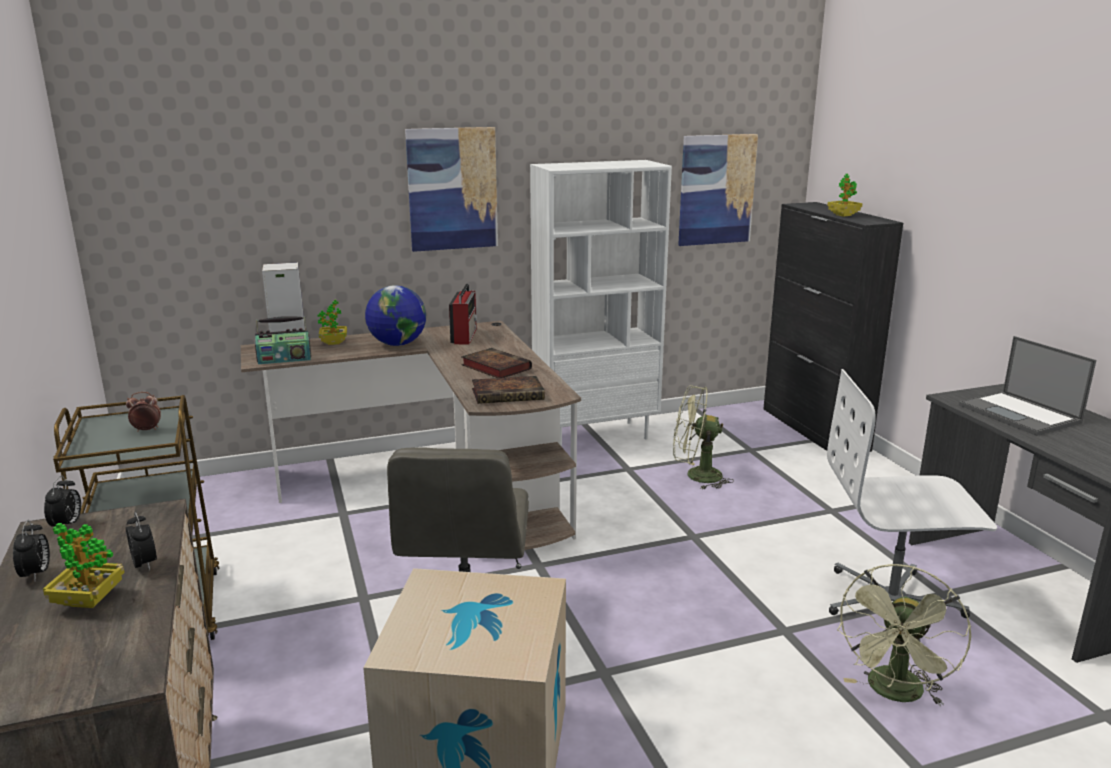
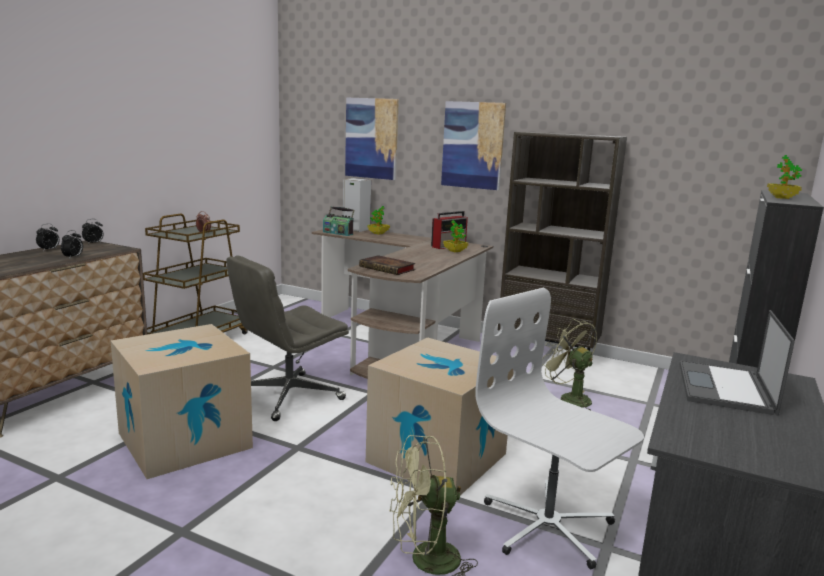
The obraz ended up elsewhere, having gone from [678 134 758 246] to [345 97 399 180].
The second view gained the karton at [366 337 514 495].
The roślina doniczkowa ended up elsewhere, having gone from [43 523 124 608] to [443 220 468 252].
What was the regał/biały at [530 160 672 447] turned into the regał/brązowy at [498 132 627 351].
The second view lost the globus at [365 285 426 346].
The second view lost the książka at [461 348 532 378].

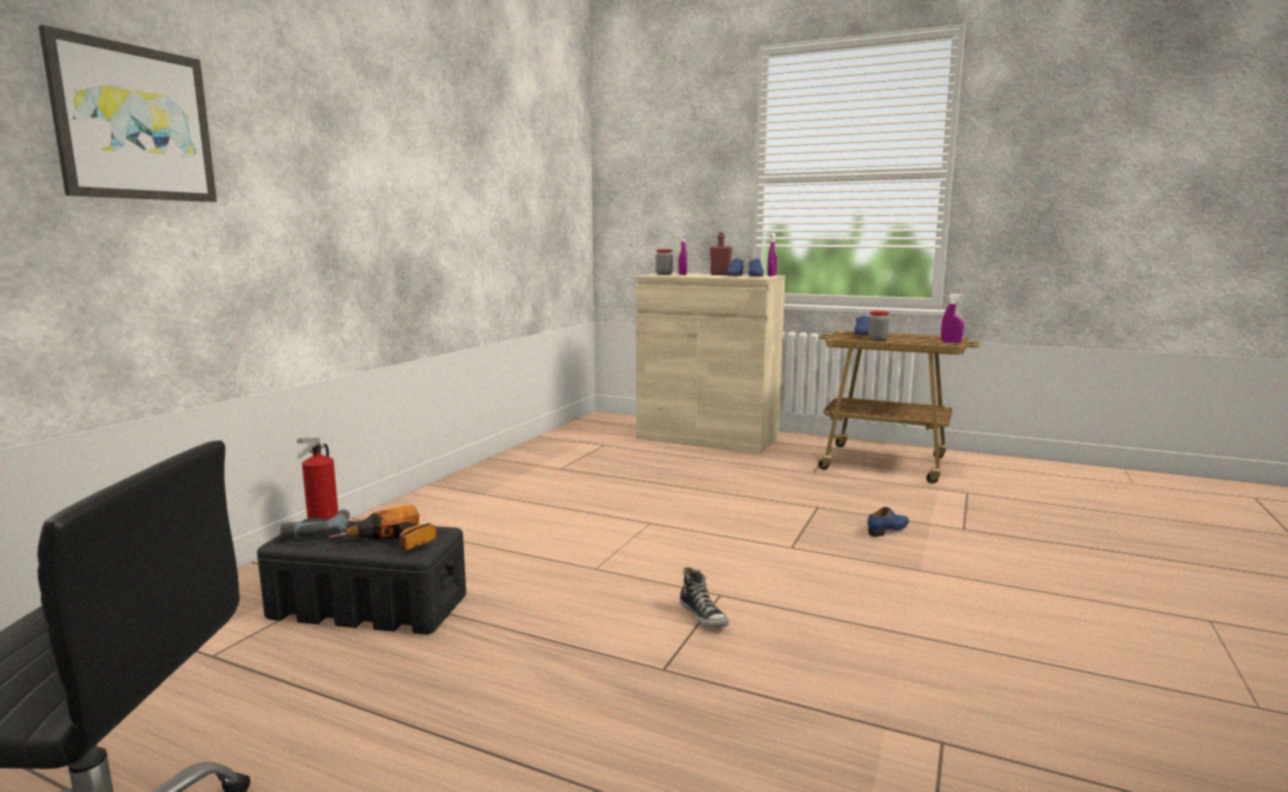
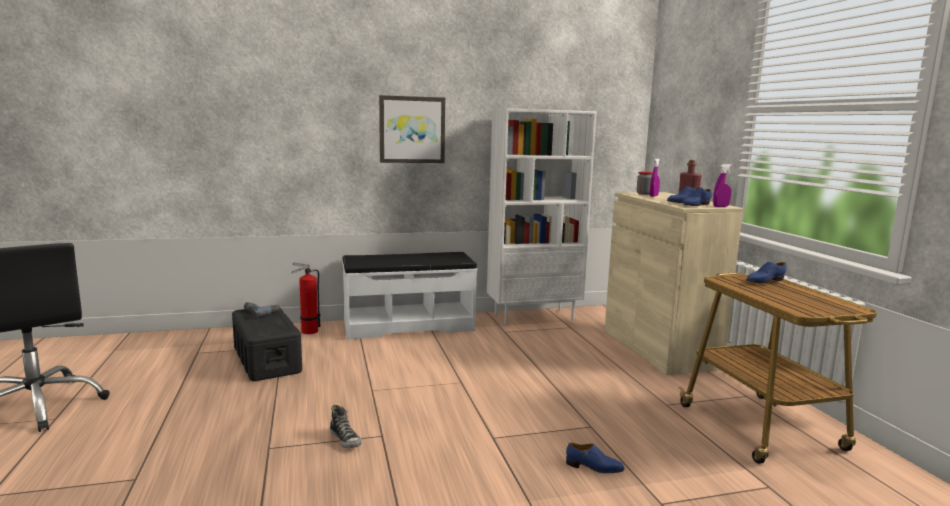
The but at [680 567 729 628] ended up facing another way, 60 degrees counterclockwise from before.
The second view gained the ławka/biały at [342 252 477 340].
The obraz ended up elsewhere, having gone from [39 25 217 202] to [379 95 445 163].
The second view gained the regał/biały at [487 108 597 325].
The second view lost the wiertarka at [329 505 437 551].
The second view lost the słoik at [868 311 889 341].
The second view lost the spryskiwacz/fioletowy at [941 294 964 343].

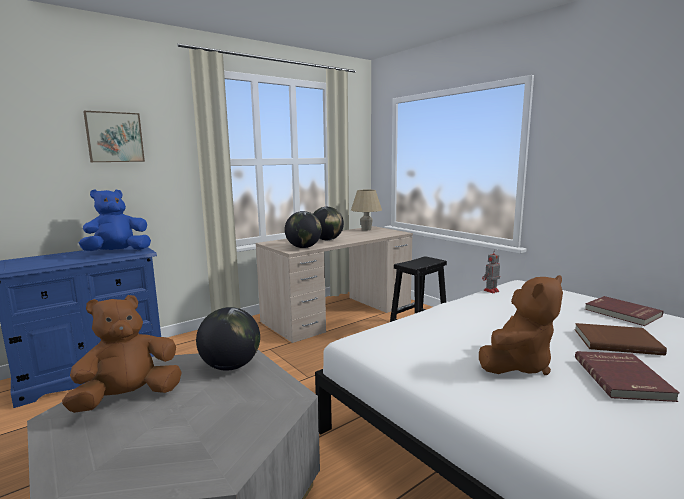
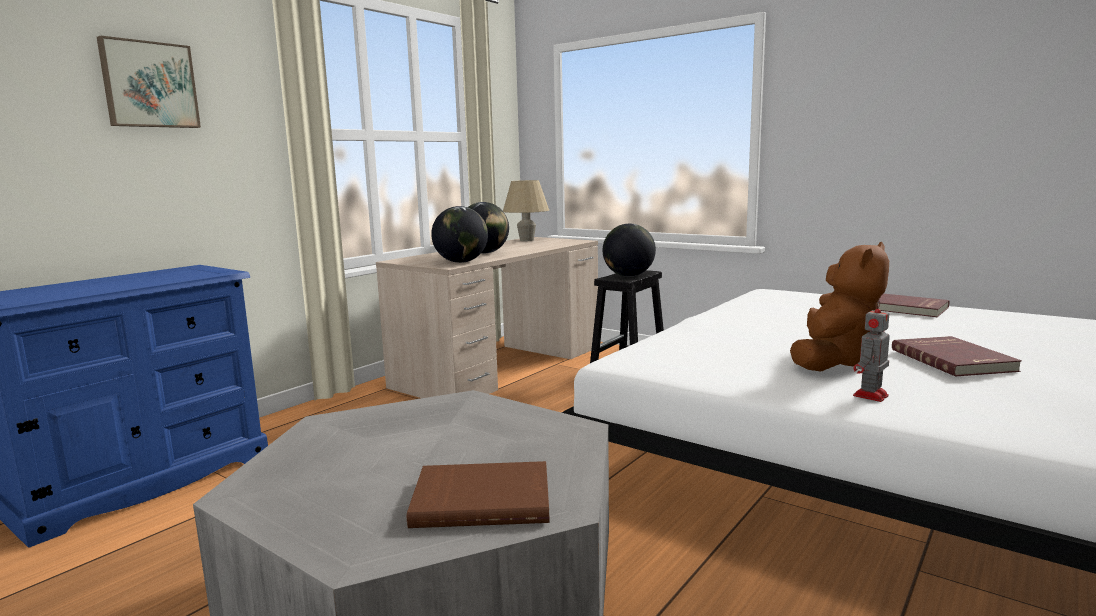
The książka/brązowy ended up elsewhere, having gone from [575 323 667 355] to [407 461 549 528].
The globus ended up elsewhere, having gone from [196 307 260 371] to [603 224 656 277].
The robot zabawkowy ended up elsewhere, having gone from [482 250 500 293] to [853 300 890 402].
The second view lost the pluszak/brązowy at [62 295 182 413].
The second view lost the pluszak/niebieski at [78 190 151 251].

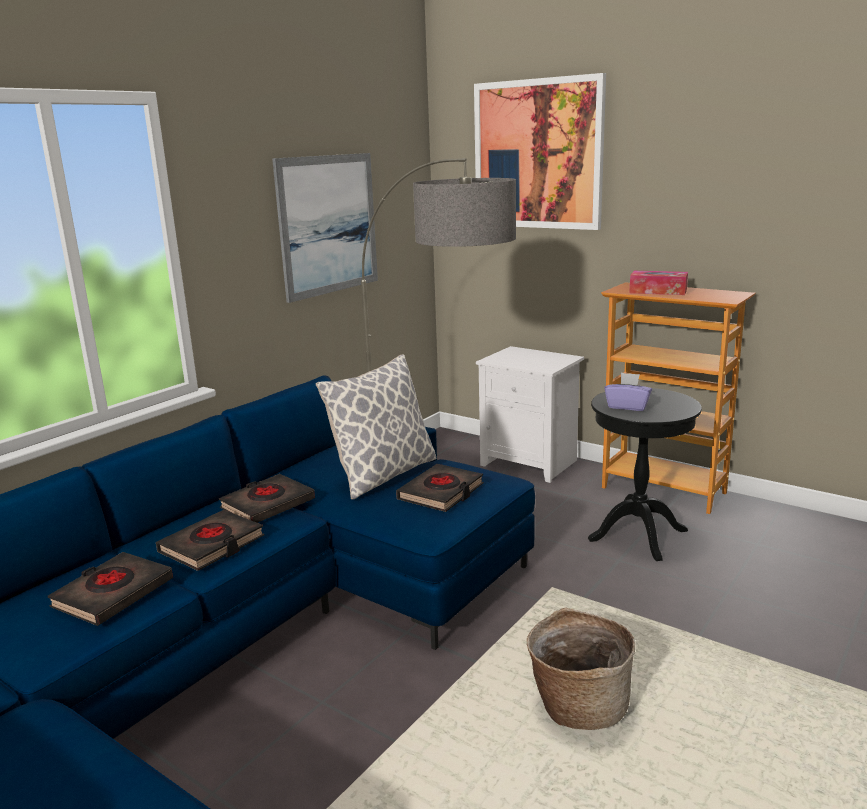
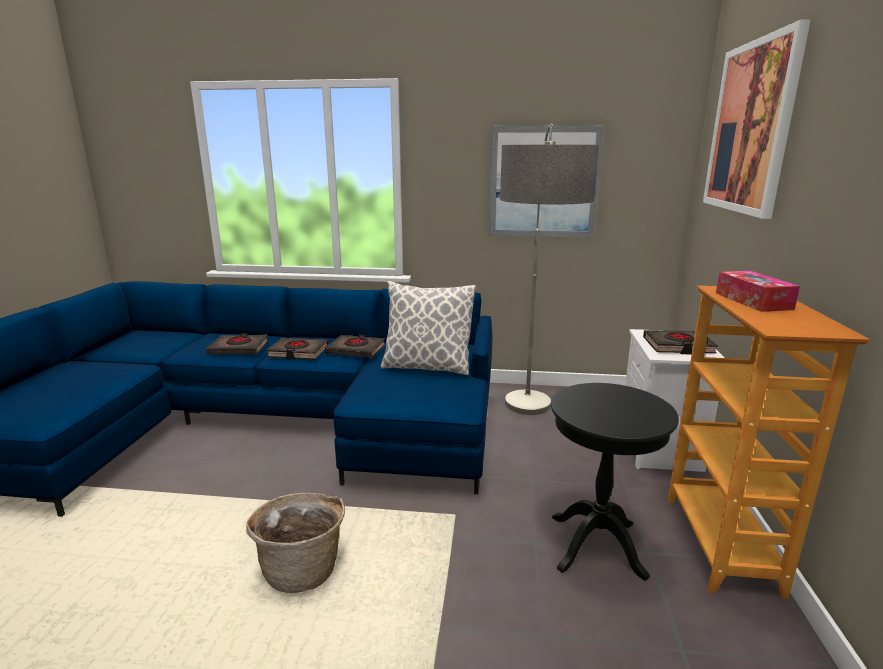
The książka/czarny ended up elsewhere, having gone from [396 464 484 512] to [643 330 718 354].
The second view lost the pudełko chusteczek/fioletowy at [604 372 652 411].

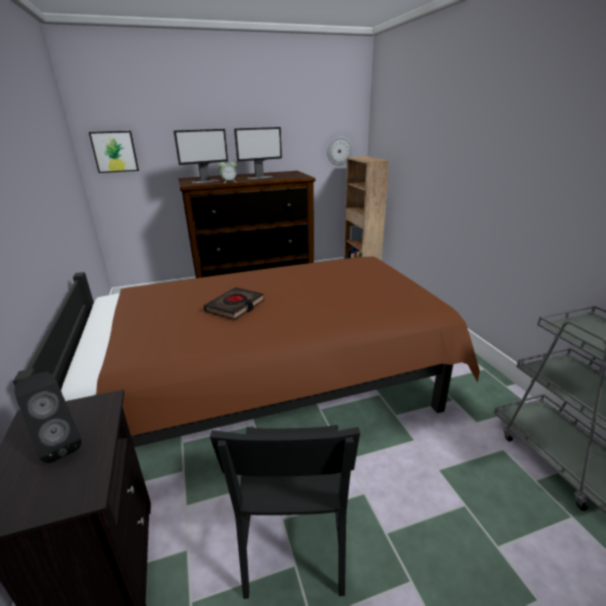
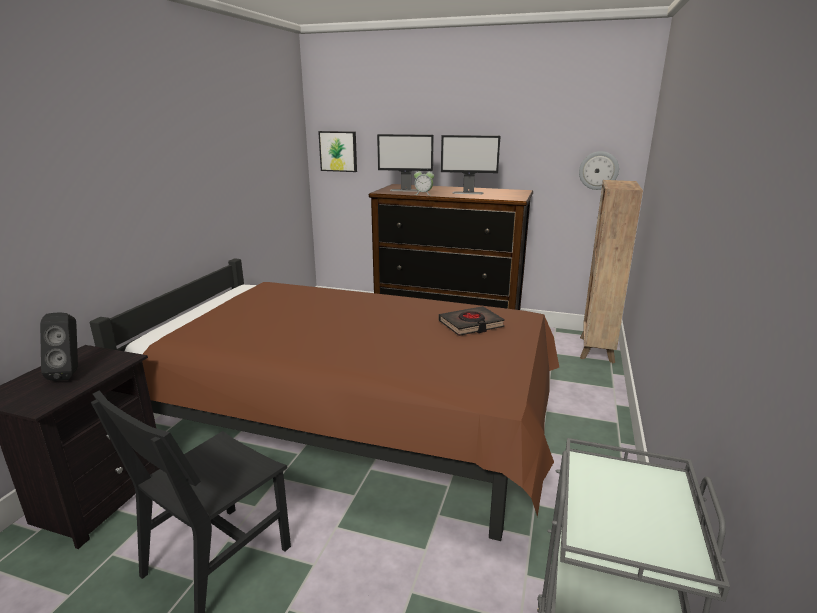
The książka/czarny ended up elsewhere, having gone from [203 287 264 320] to [438 306 505 336].

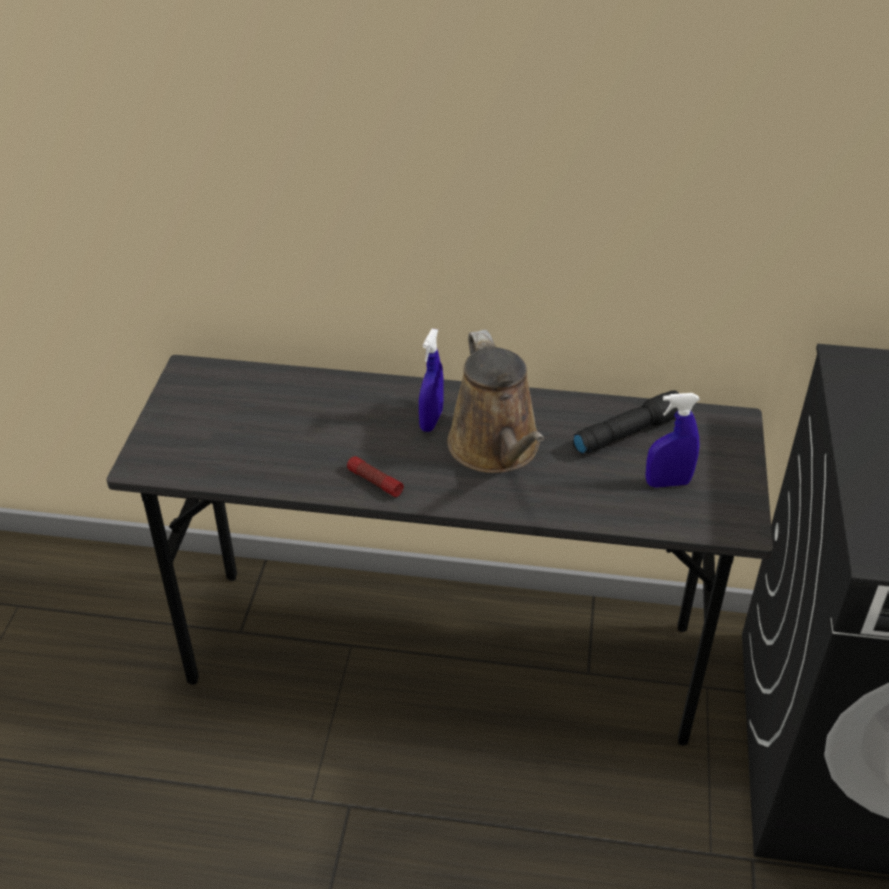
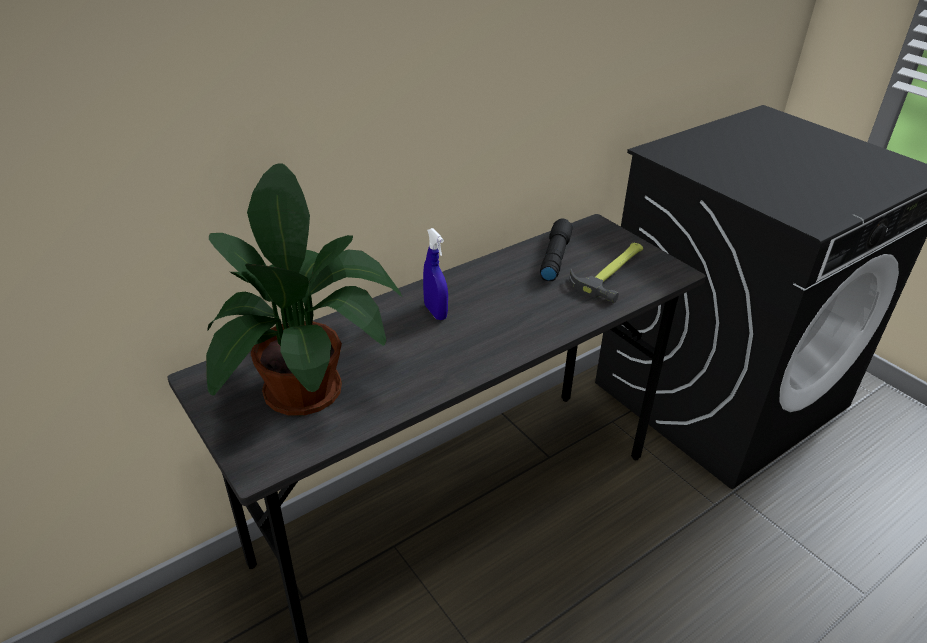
The second view gained the roślina doniczkowa at [206 163 402 416].
Where the spryskiwacz/niebieski stood at [645 393 700 488], the młotek came to stand at [569 243 643 303].
The second view lost the latarka at [347 456 404 497].
The second view lost the konewka/brązowy at [447 330 544 473].

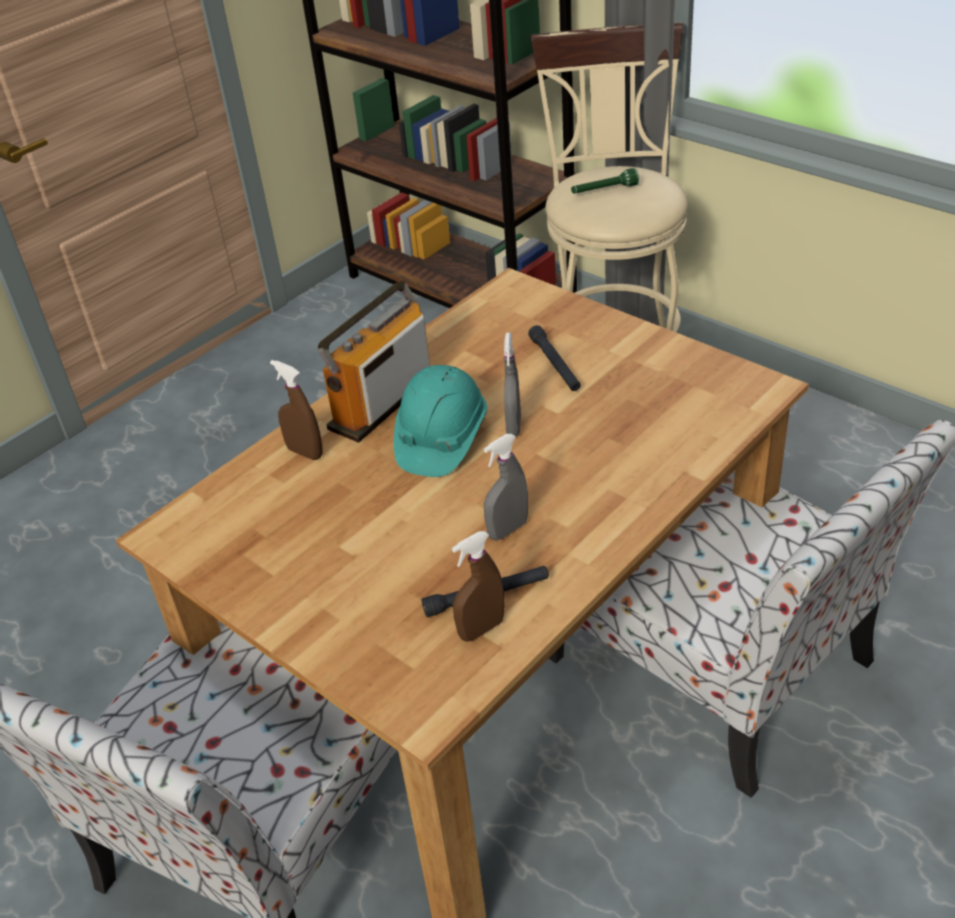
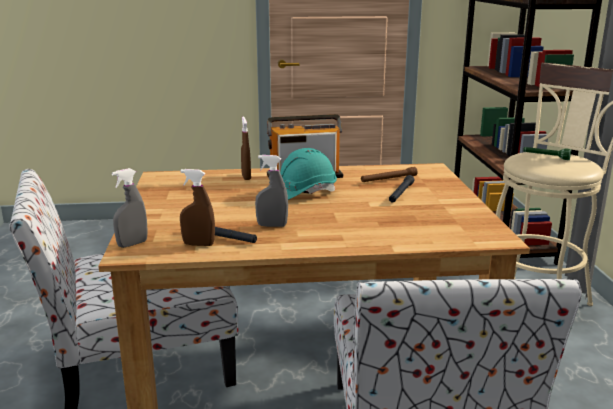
The spryskiwacz/szary ended up elsewhere, having gone from [504 333 521 436] to [112 168 148 248].
The second view gained the latarka/brązowy at [361 167 418 182].

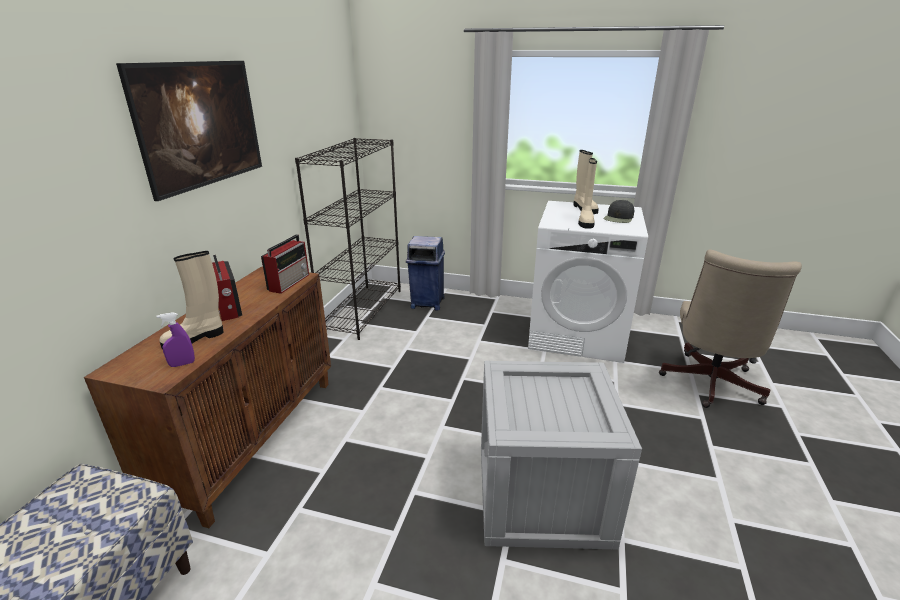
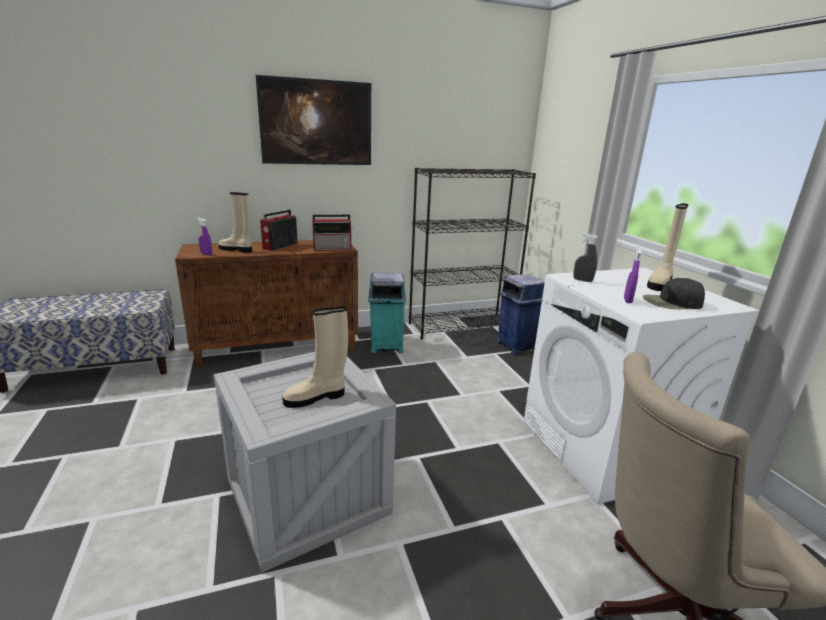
The but z cholewką/beżowy ended up elsewhere, having gone from [578 158 597 229] to [282 307 348 408].
The second view gained the kosz na śmieci/turkusowy at [368 273 406 353].
The second view gained the spryskiwacz/szary at [573 233 598 282].
The second view gained the spryskiwacz/fioletowy at [624 247 642 303].

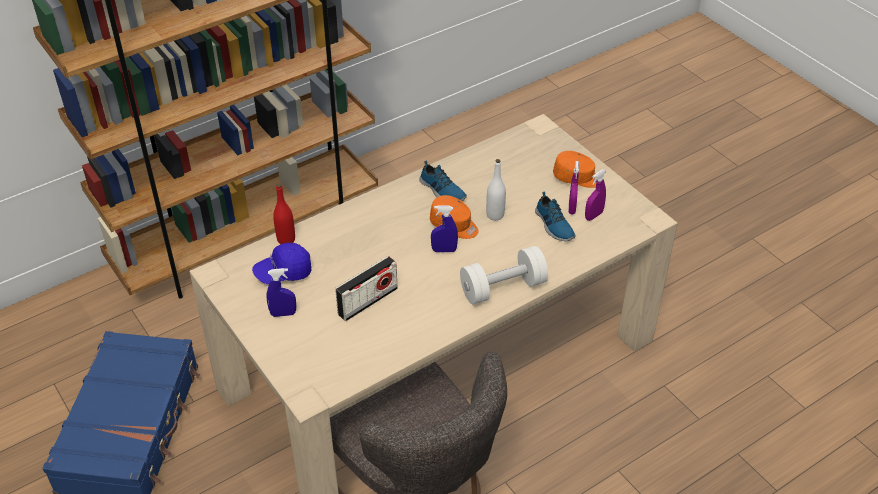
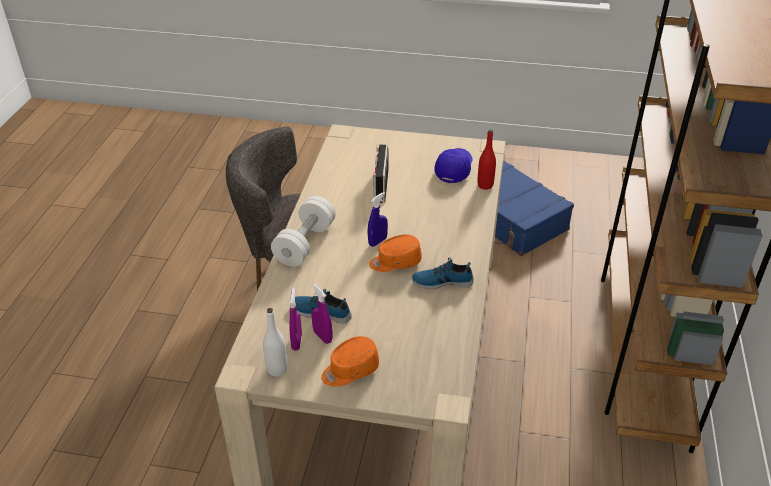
The butelka/biały ended up elsewhere, having gone from [486 159 506 221] to [263 308 287 376].
The second view lost the spryskiwacz/niebieski at [266 268 296 317].

